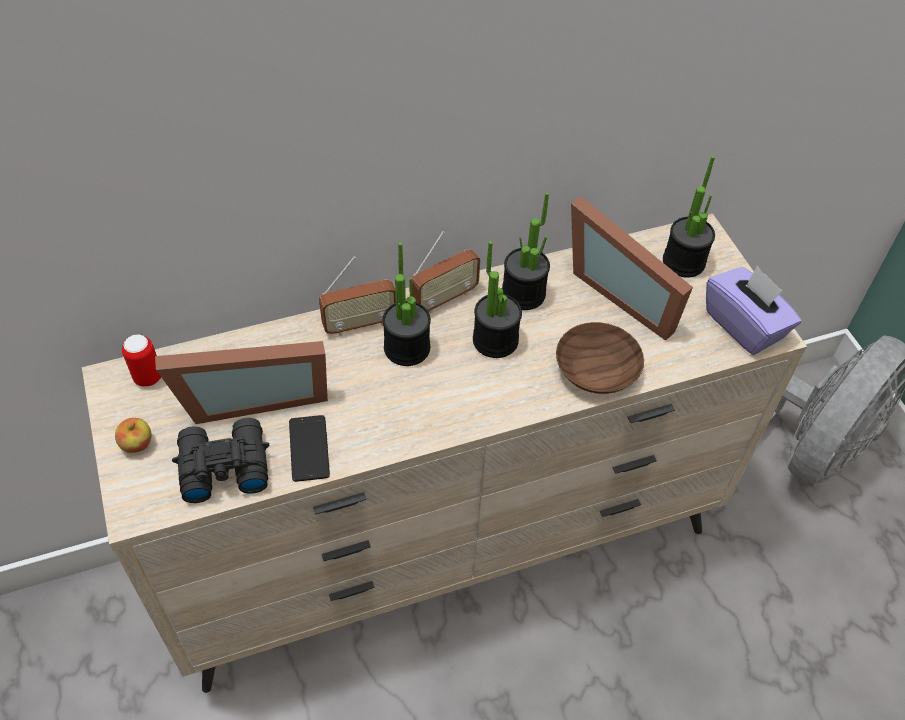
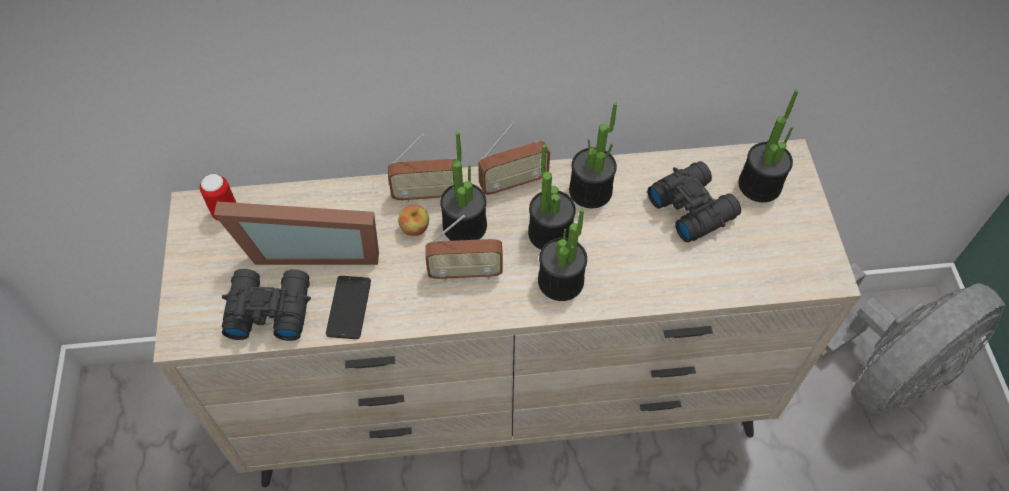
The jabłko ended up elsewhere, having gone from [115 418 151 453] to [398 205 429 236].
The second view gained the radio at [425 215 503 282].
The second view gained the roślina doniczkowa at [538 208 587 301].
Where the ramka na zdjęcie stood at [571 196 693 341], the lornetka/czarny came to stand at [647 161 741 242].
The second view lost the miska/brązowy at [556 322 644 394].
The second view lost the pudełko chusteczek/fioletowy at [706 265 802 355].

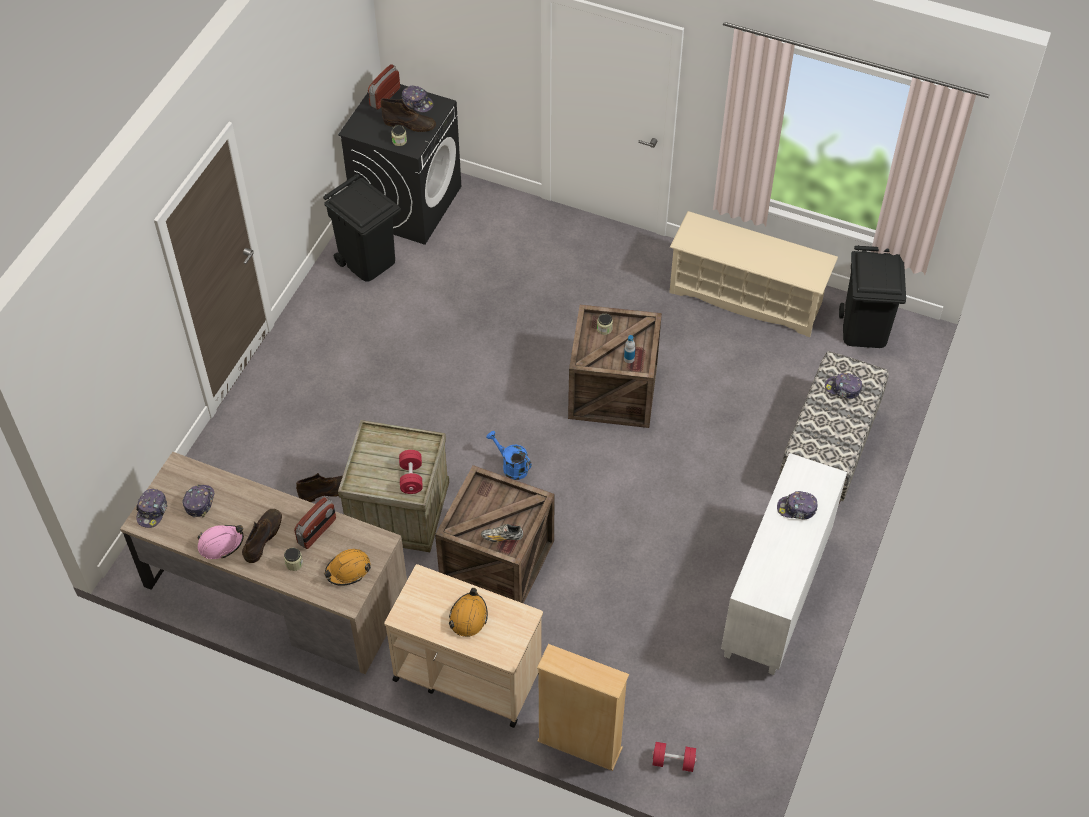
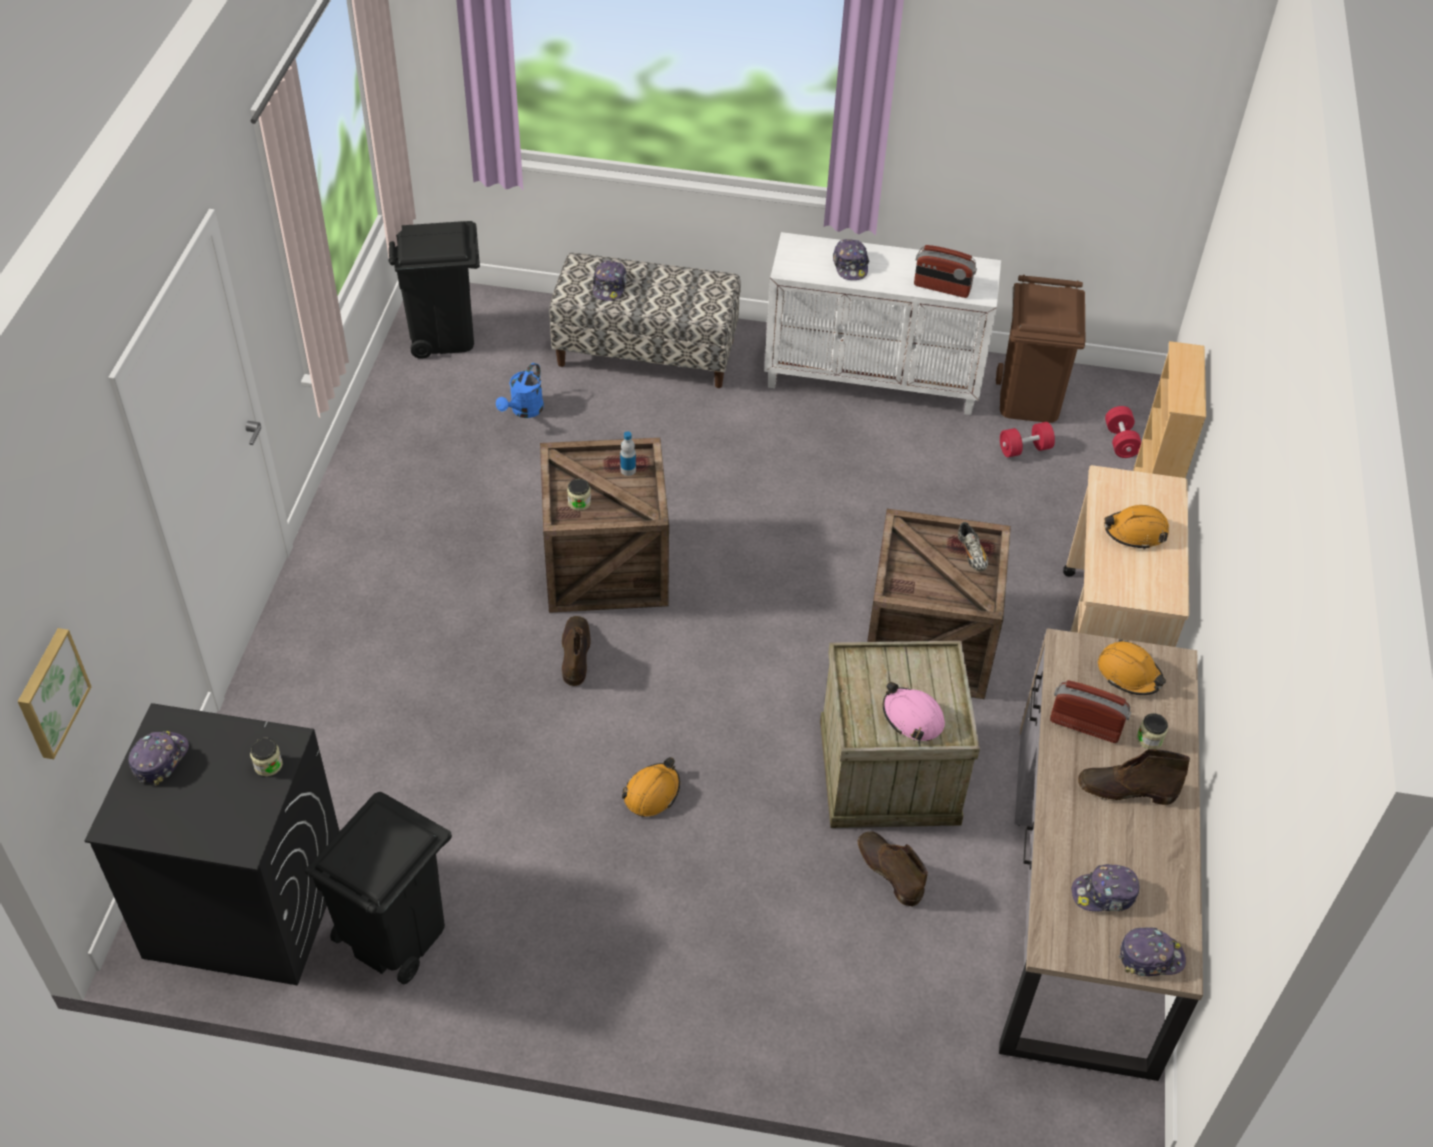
The second view gained the obraz at [18 628 92 759].
The konewka/niebieski ended up elsewhere, having gone from [486 431 532 480] to [496 363 544 418].
The but z cholewką/brązowy ended up elsewhere, having gone from [381 98 436 132] to [562 616 590 686].
The second view gained the kask/pomarańczowy at [622 757 680 817].
The kask/różowy ended up elsewhere, having gone from [197 525 244 559] to [883 682 945 741].
The radio ended up elsewhere, having gone from [368 64 400 109] to [914 245 977 298].
The second view gained the kosz na śmieci/brązowy at [996 275 1085 423].
The hantel/czerwony ended up elsewhere, having gone from [399 450 423 494] to [1000 422 1055 457].
The second view lost the regał na buty/beżowy at [669 211 838 337].

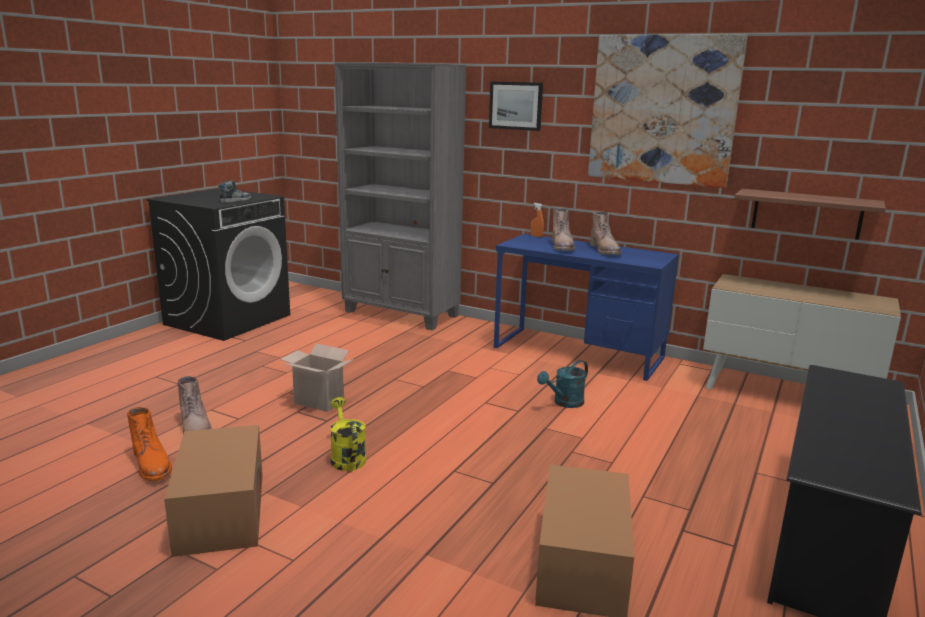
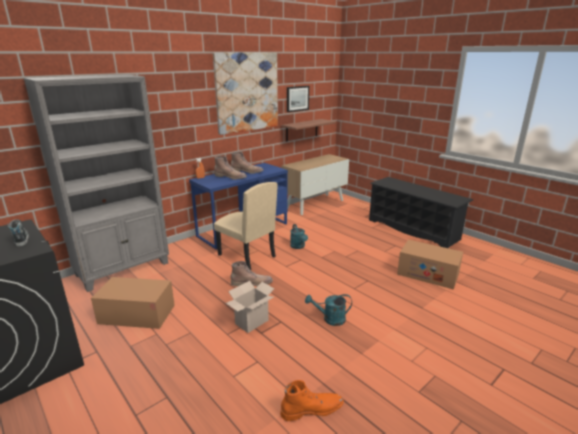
The karton ended up elsewhere, having gone from [164 425 263 557] to [91 277 175 329].
The second view gained the krzesło/beżowy at [214 182 277 270].
The but z cholewką/brązowy ended up elsewhere, having gone from [178 376 212 434] to [231 261 273 287].
The obraz ended up elsewhere, having gone from [489 81 543 131] to [287 86 309 112].
What was the konewka/żółty at [330 397 366 471] turned into the konewka/turkusowy at [305 294 352 326].

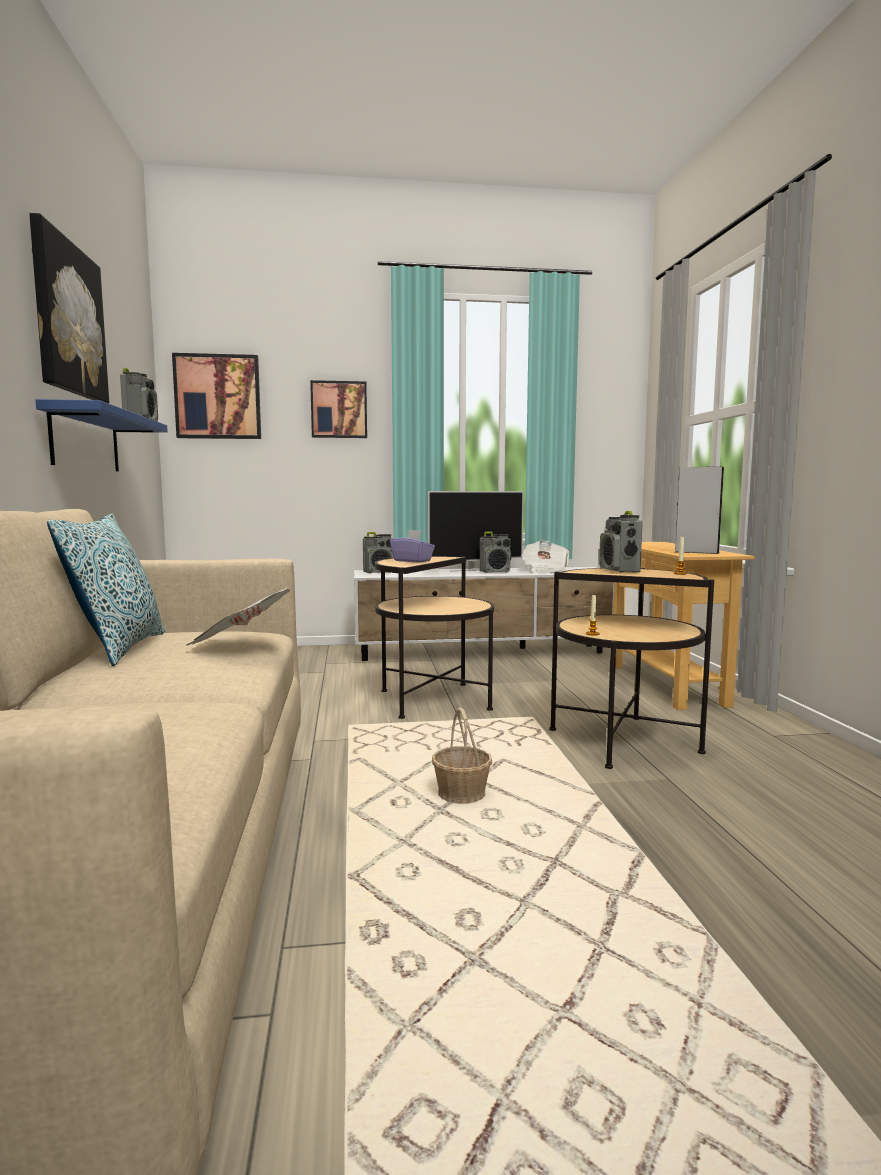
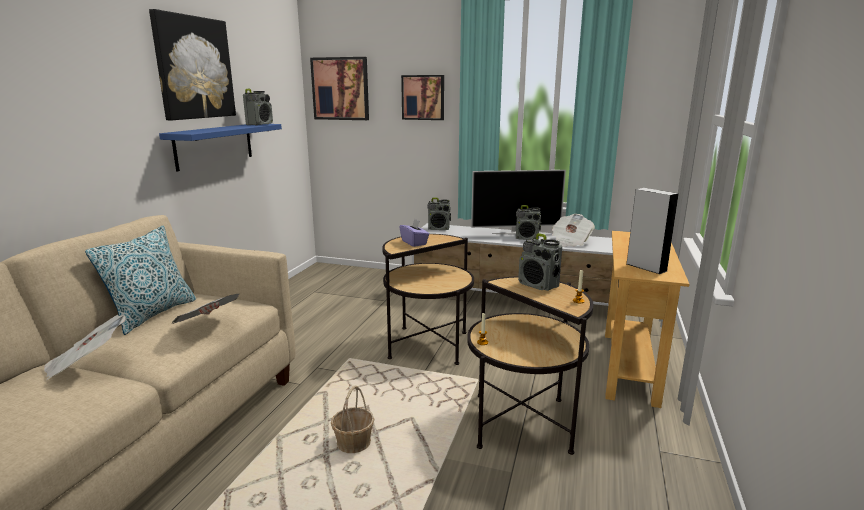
The second view gained the gazeta at [44 315 126 381].
The radio at [599 511 643 573] ended up facing another way, 60 degrees counterclockwise from before.

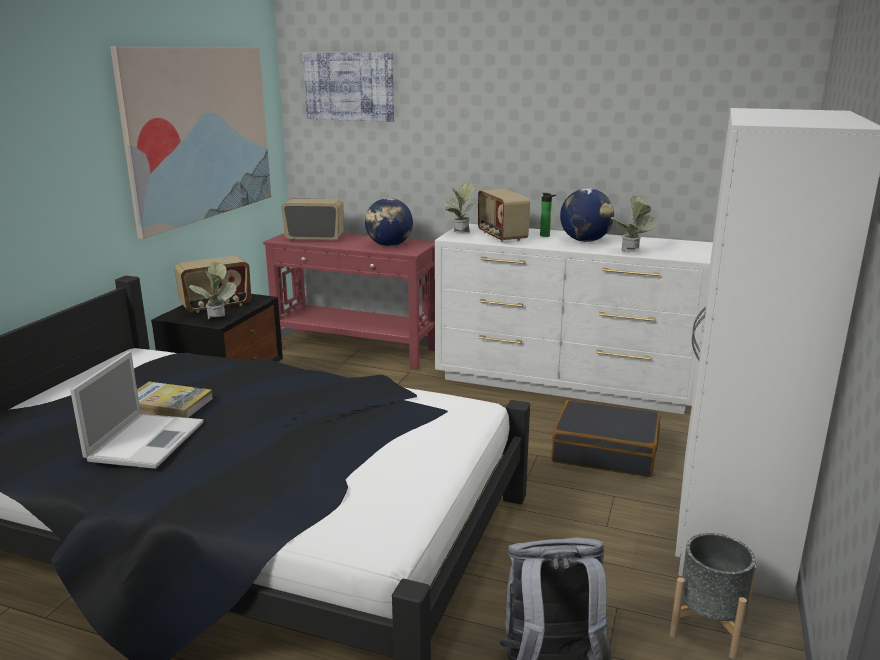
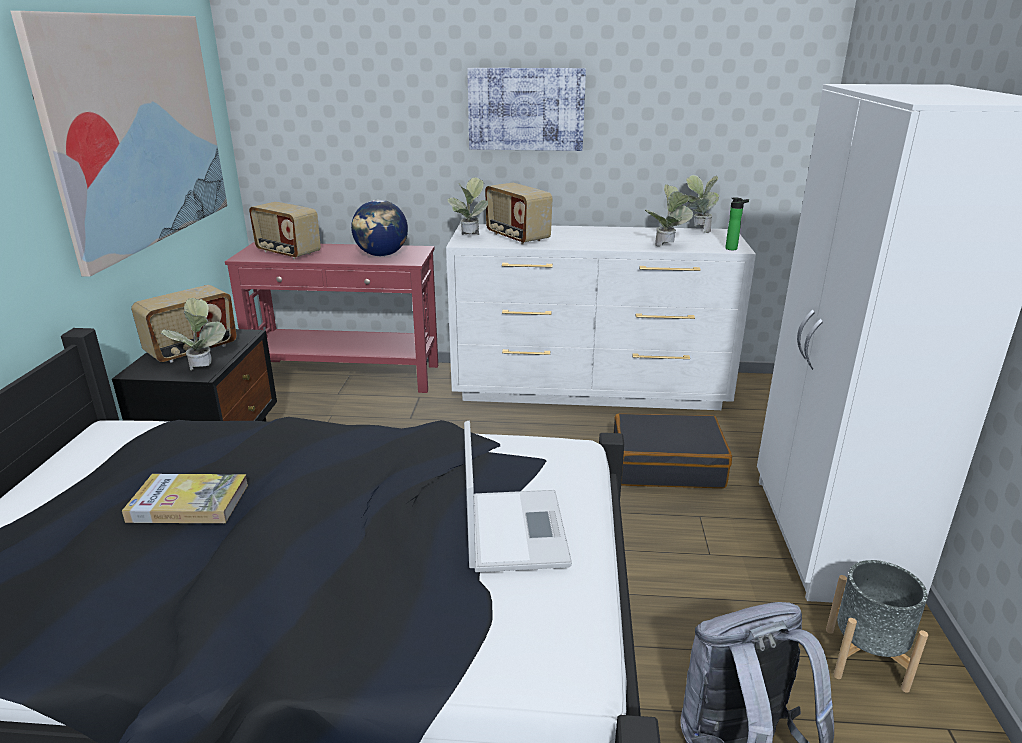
The radio at [282 198 344 241] ended up facing another way, 135 degrees counterclockwise from before.
The laptop ended up elsewhere, having gone from [70 351 204 469] to [464 421 572 572].
The obraz ended up elsewhere, having gone from [303 53 394 122] to [467 68 586 151].
The second view gained the roślina doniczkowa at [686 175 720 233].
The butelka ended up elsewhere, having gone from [540 193 556 237] to [725 197 749 250].
The second view lost the globus at [560 188 614 242].

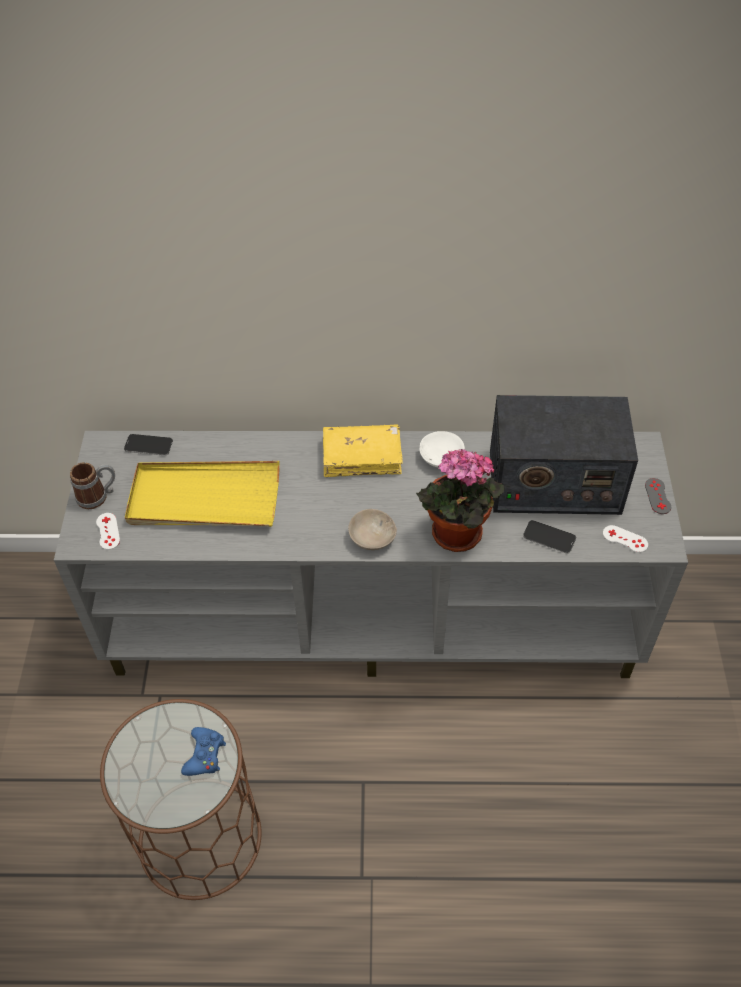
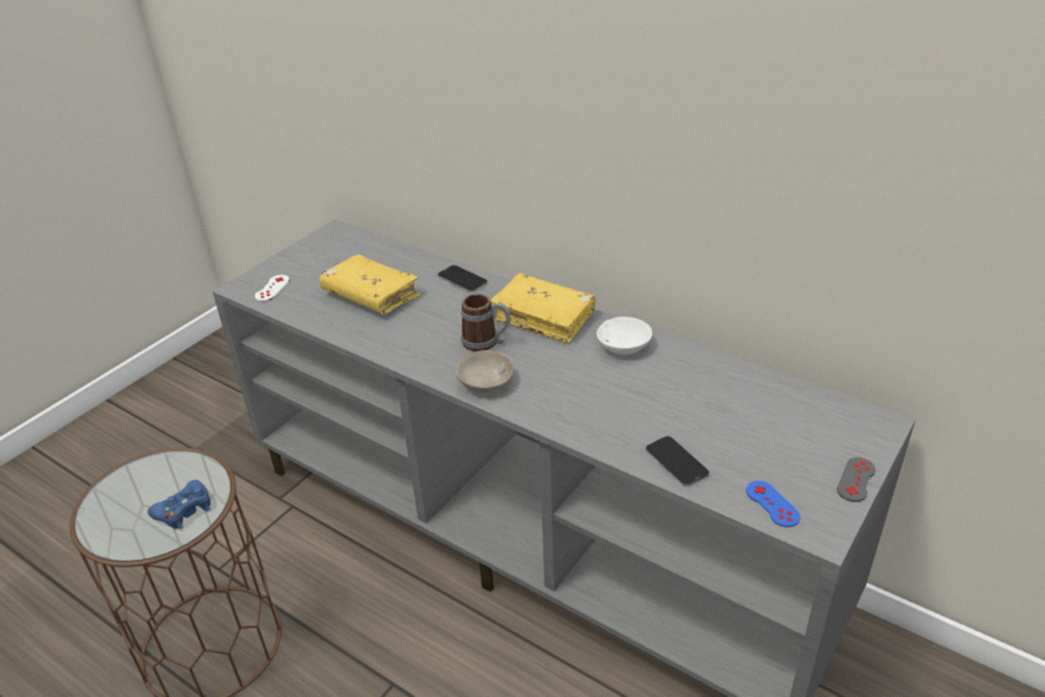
Where the taca/żółty stood at [125 461 280 527], the książka/żółty came to stand at [319 254 420 314].
The telefon ended up elsewhere, having gone from [124 434 173 456] to [438 265 487 292].
The kubek ended up elsewhere, having gone from [70 462 115 509] to [461 294 511 352].
What was the pad do gier/biały at [603 525 648 553] turned into the pad do gier/niebieski at [746 481 800 527].
The second view lost the roślina doniczkowa at [416 449 505 552].
The second view lost the radio at [490 395 638 515].

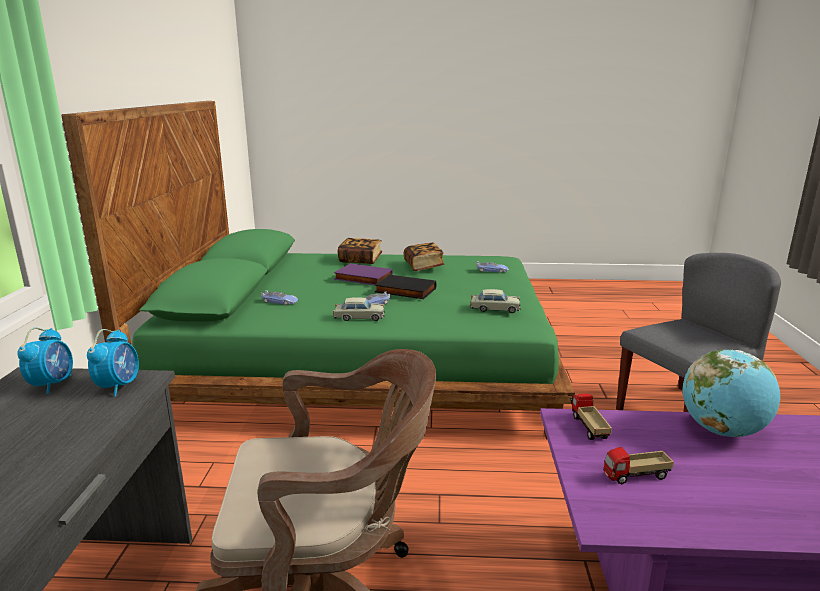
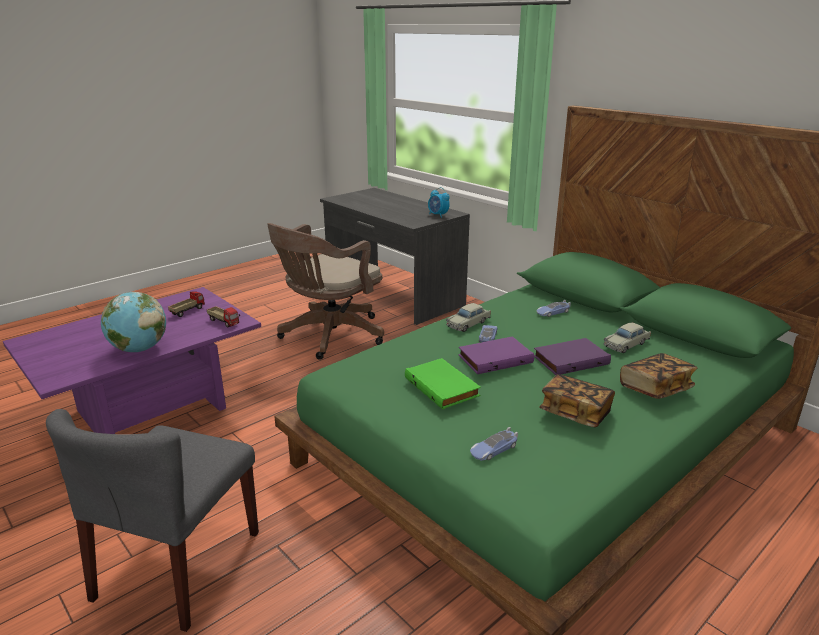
The second view gained the książka/zielony at [405 358 481 409].
What was the książka/czarny at [375 275 436 299] turned into the książka/fioletowy at [458 336 534 374].
The samochodzik/beżowy ended up elsewhere, having gone from [470 289 521 313] to [603 323 651 353].
The second view lost the budzik at [87 329 139 396].

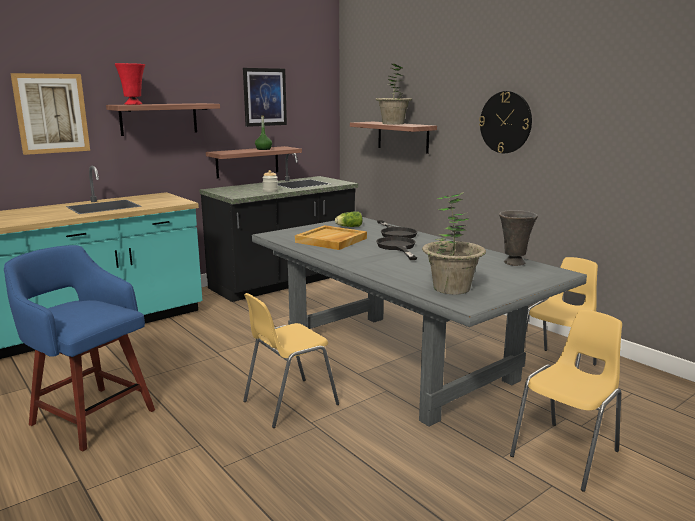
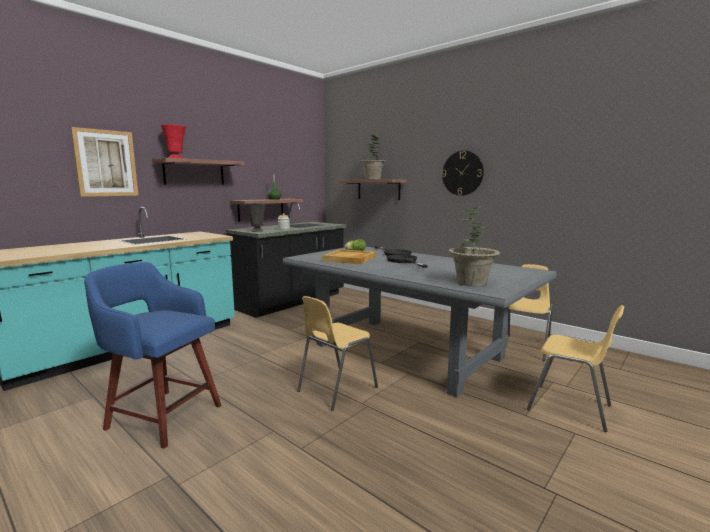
The wazon/szary ended up elsewhere, having gone from [499 210 538 266] to [245 202 267 232].
The krzesło/żółty at [510 310 622 492] ended up facing another way, 90 degrees clockwise from before.
The second view lost the obraz at [243 68 287 127].

